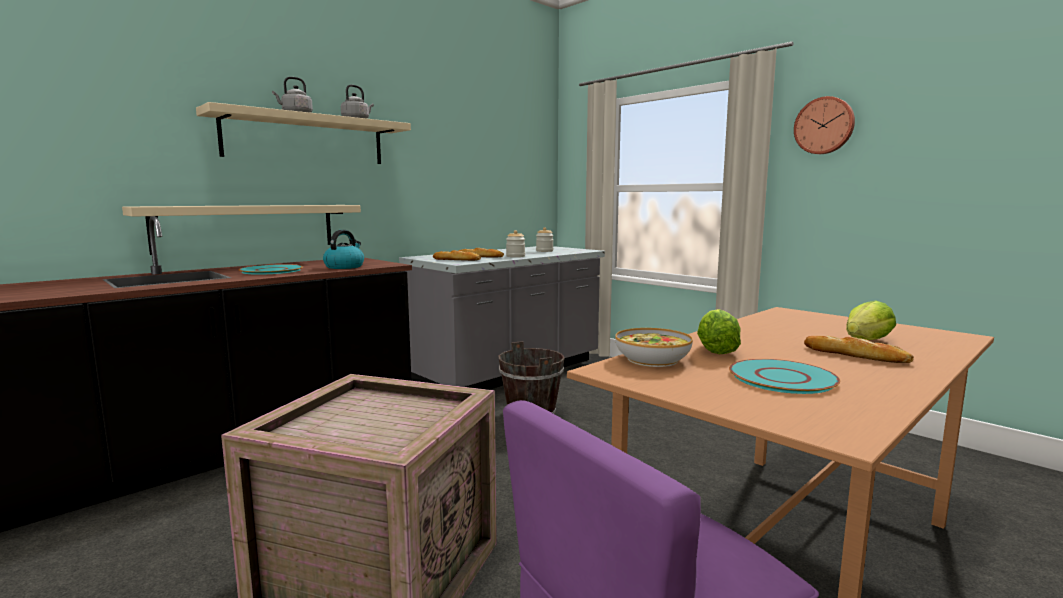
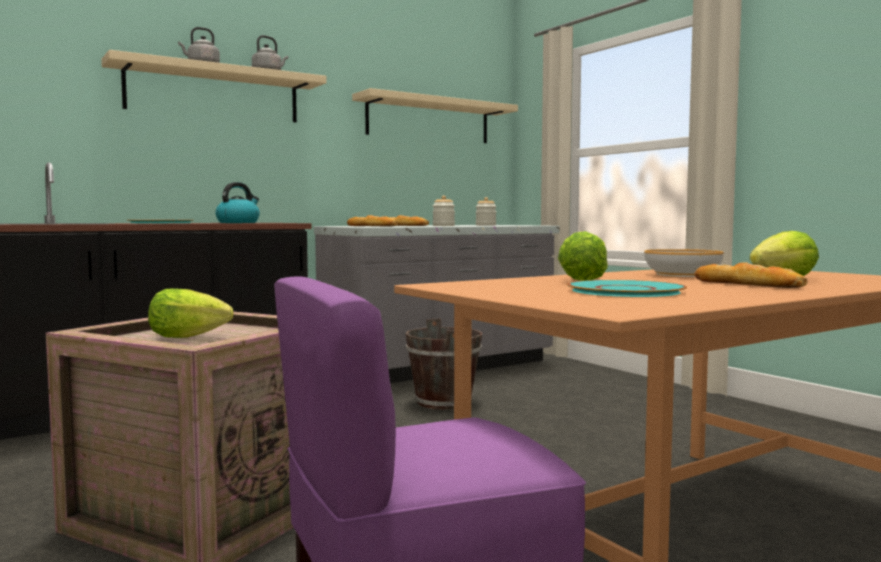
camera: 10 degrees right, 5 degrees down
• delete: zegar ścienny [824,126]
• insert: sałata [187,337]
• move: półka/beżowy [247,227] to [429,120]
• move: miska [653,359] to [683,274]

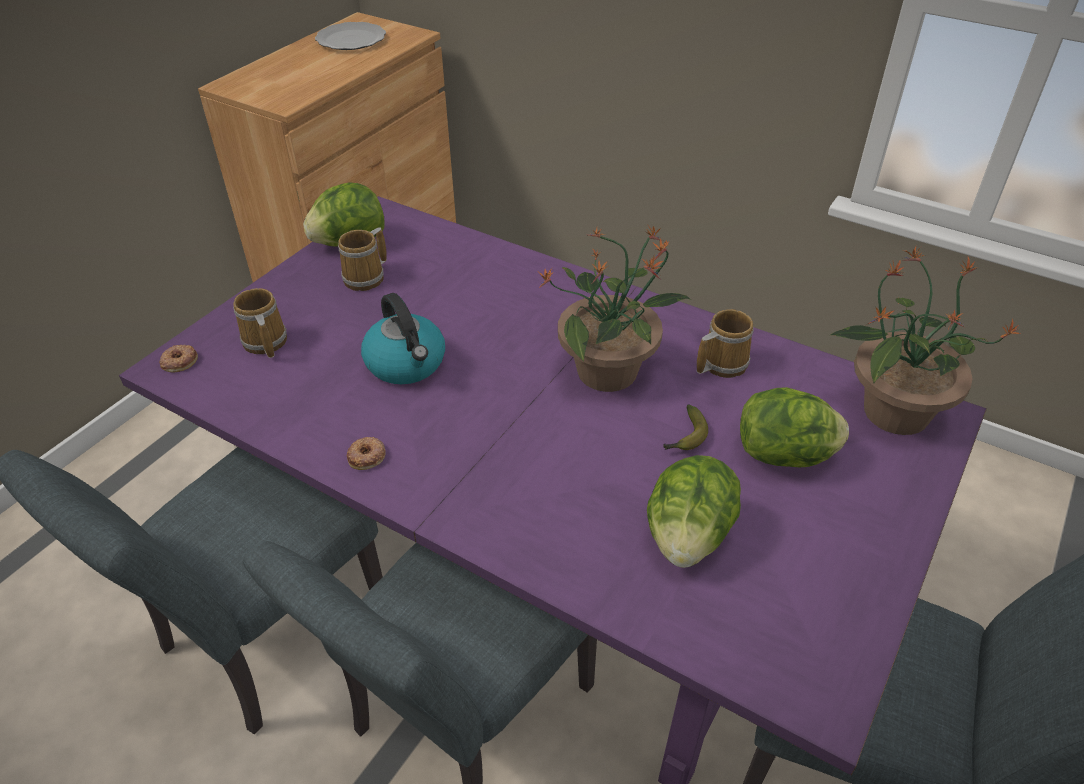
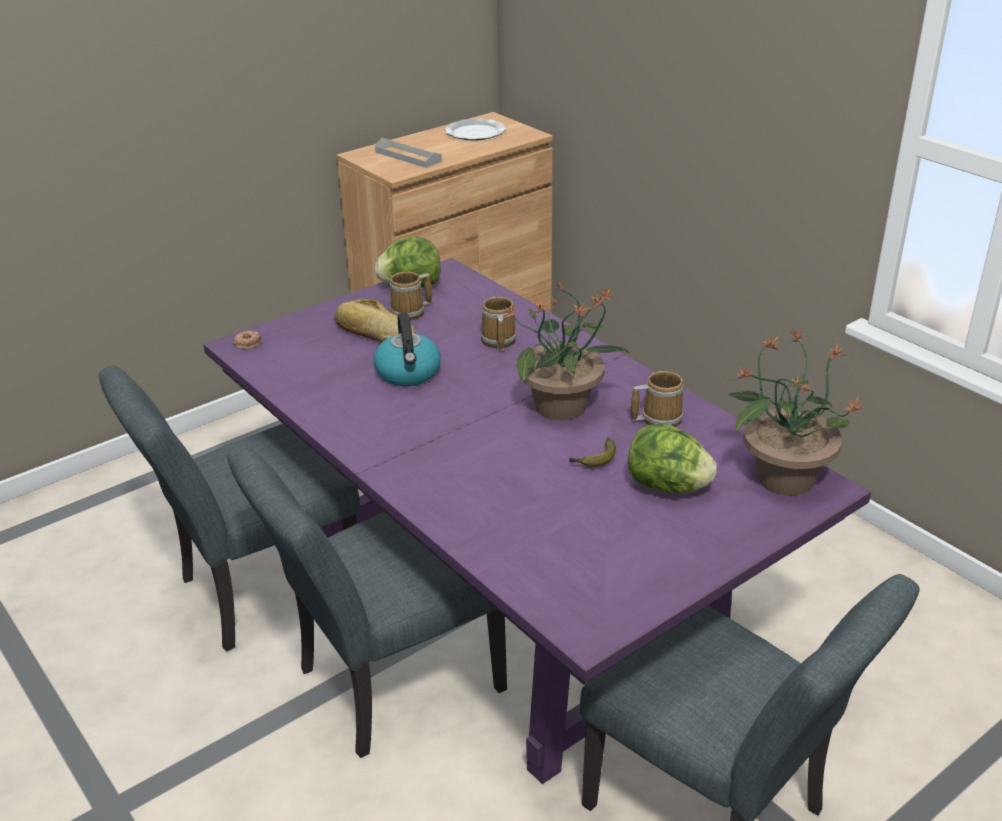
camera: 20 degrees right, 10 degrees down
• delete: donut [367,456]
• delete: sałata [688,537]
• insert: chleb [374,333]
• insert: taca/szary [408,157]
• move: kubek [264,343] to [497,341]

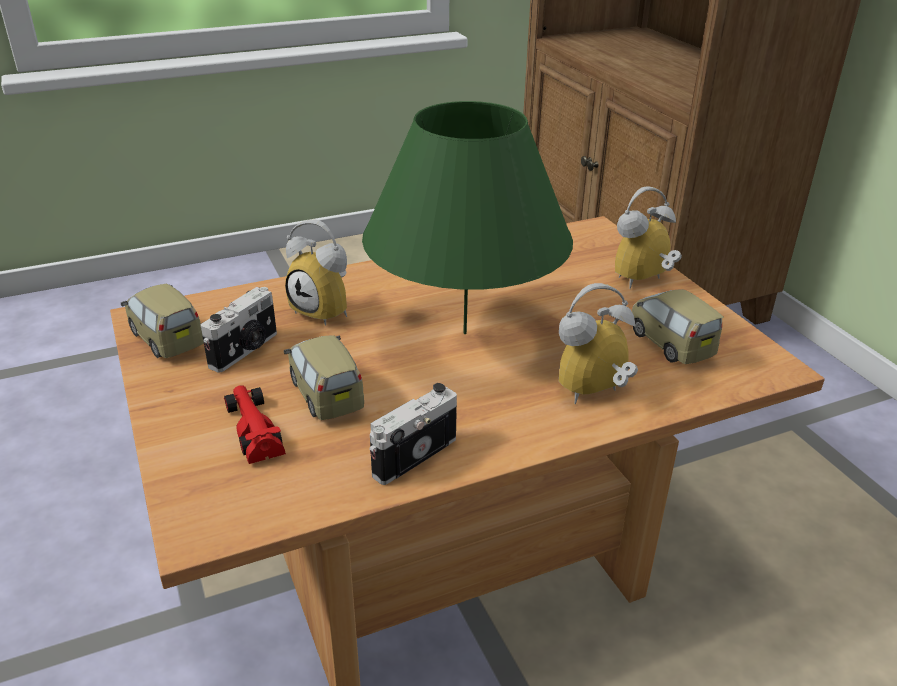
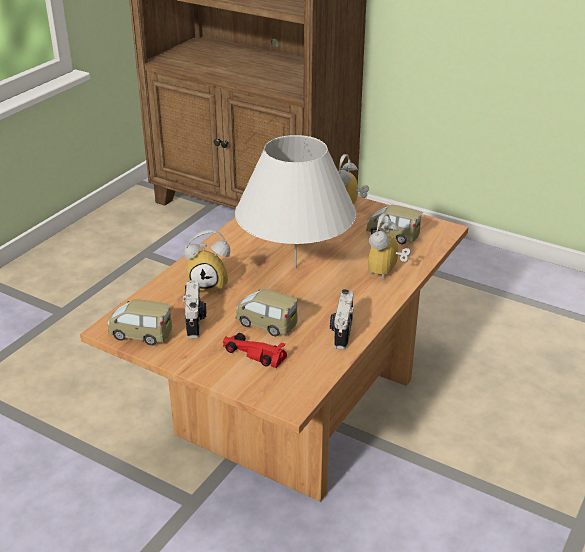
camera: 35 degrees left, 0 degrees up
• recolor: lampa stołowa/zielony [465,333] to lampa stołowa/biały [295,267]

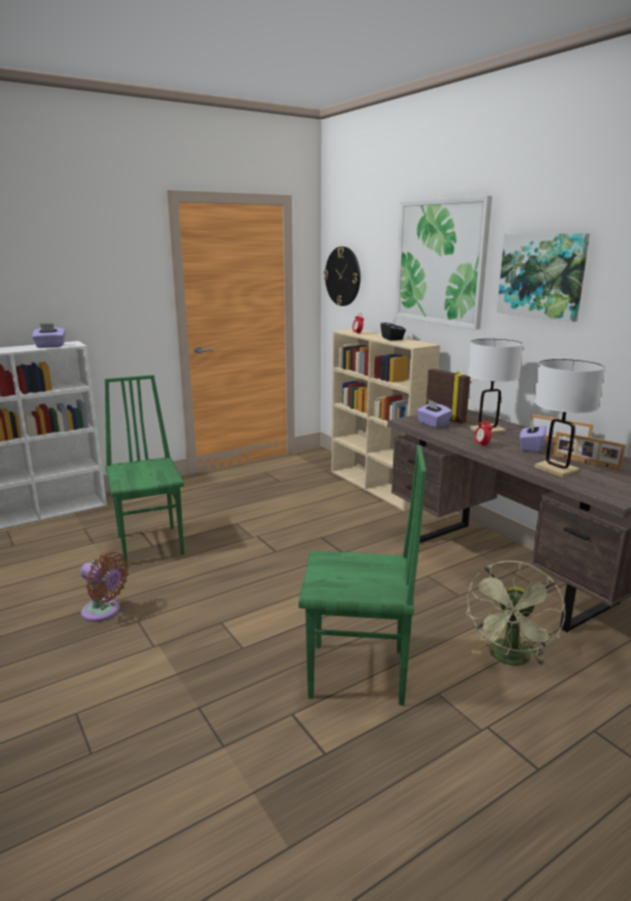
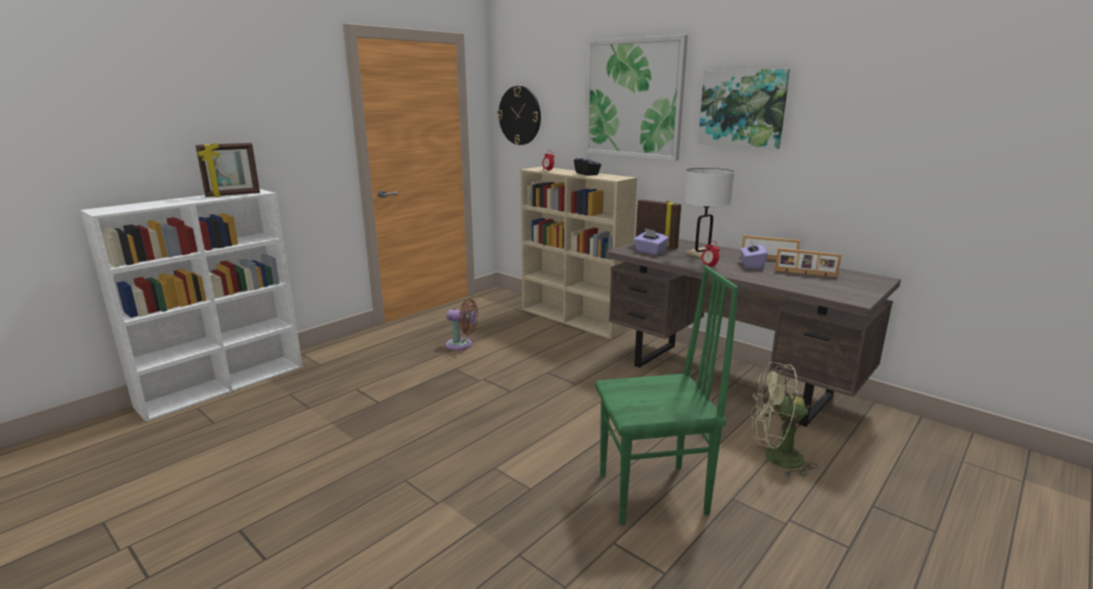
camera: 15 degrees left, 0 degrees up
• delete: krzesło/zielony [151,544]
• delete: lampa stołowa/biały [556,469]
• move: wentylator/brązowy [104,612] to [462,345]
• replace: pudełko chusteczek/fioletowy [50,346] to ramka na zdjęcie [233,195]
• rotate: wentylator/zielony [510,659] = [774,458] 90 degrees clockwise

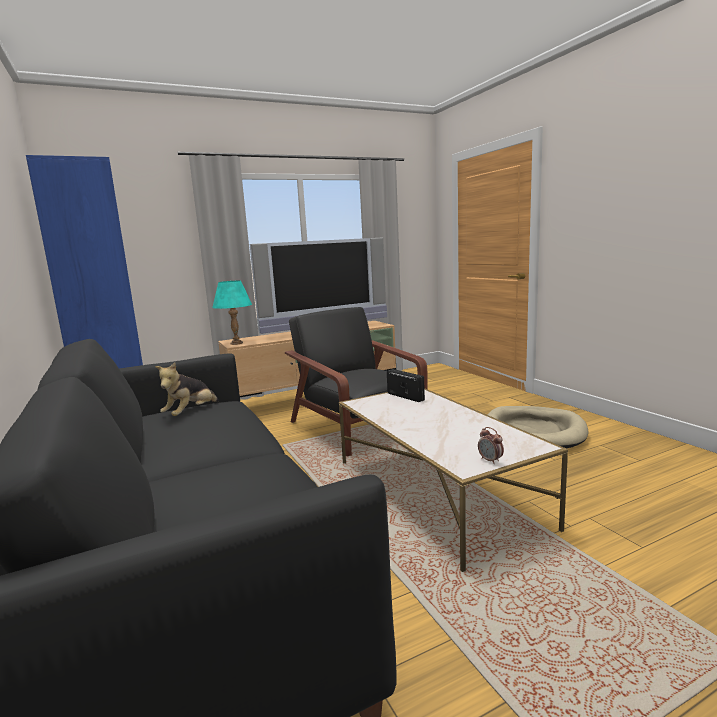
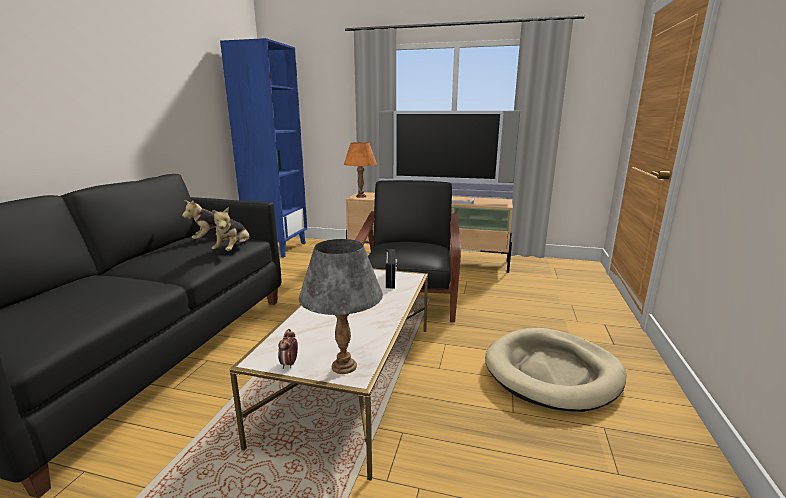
camera: 40 degrees right, 5 degrees up
• insert: pluszak [234,250]
• insert: lampa stołowa/szary [343,366]
• recolor: lampa stołowa/turkusowy [236,343] to lampa stołowa/pomarańczowy [361,196]

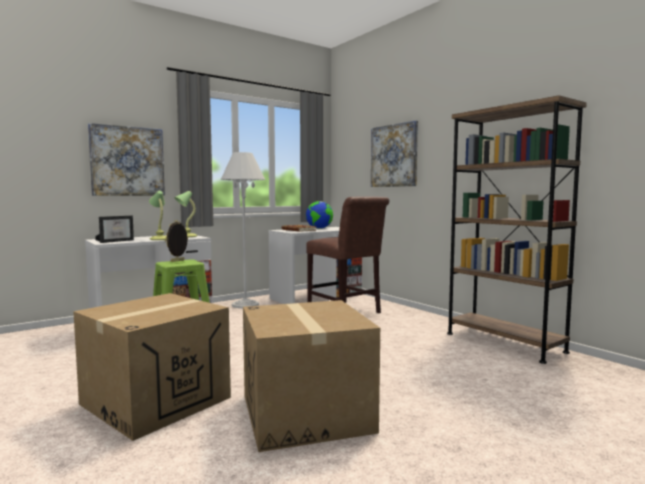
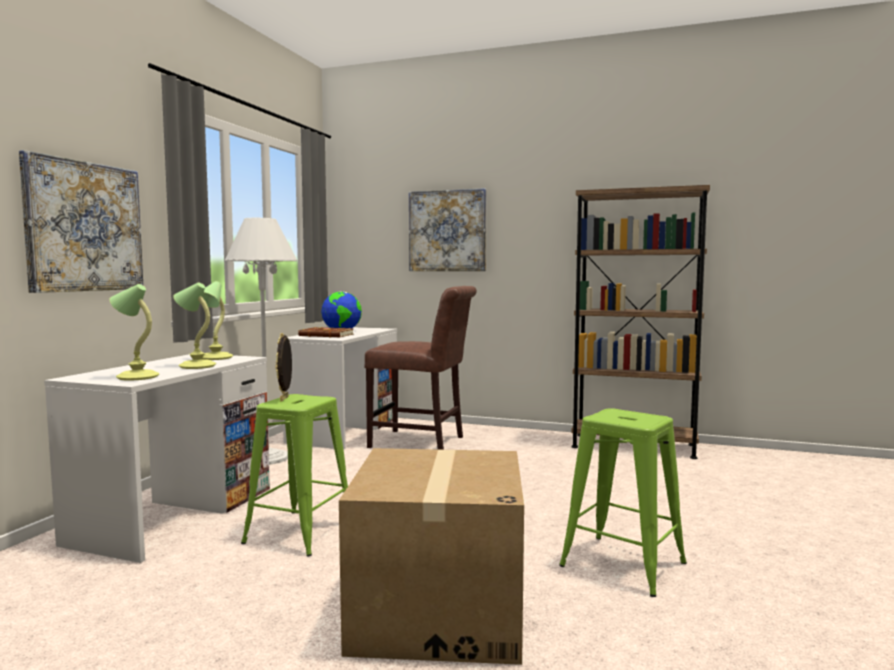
camera: 35 degrees left, 0 degrees up
• replace: ramka na zdjęcie [116,241] to lampa stołowa [136,377]
• replace: karton [306,413] to stołek/zielony [622,564]

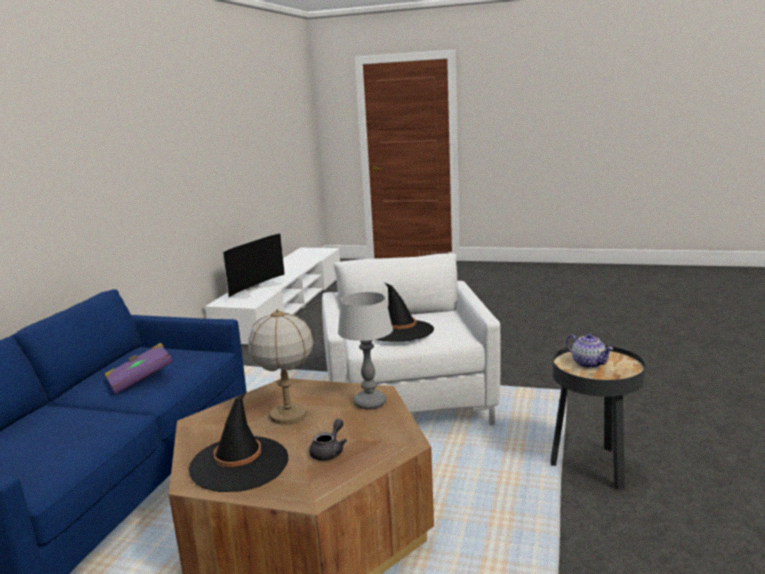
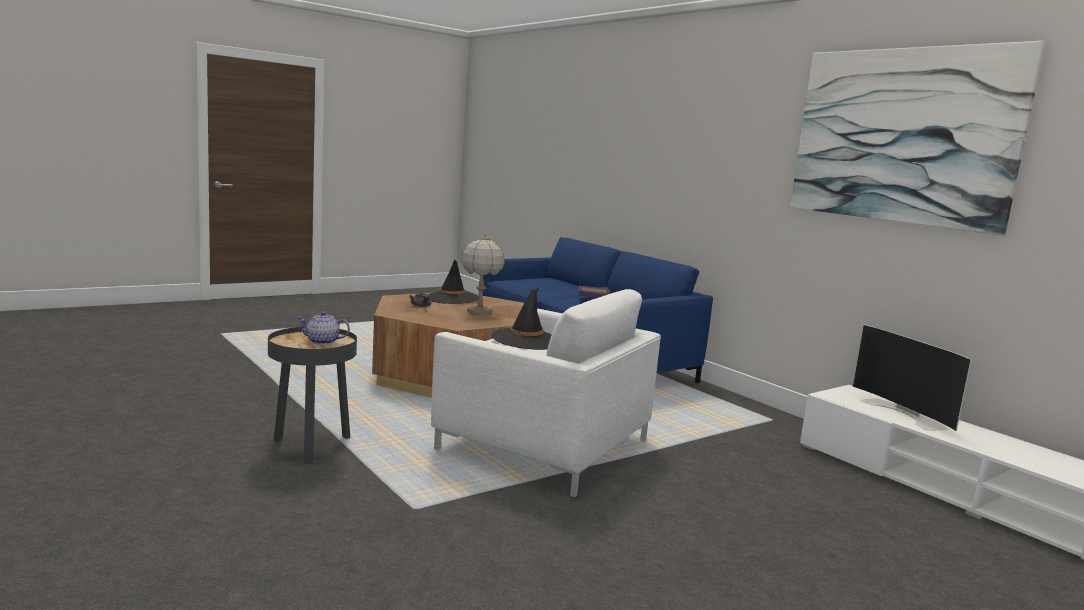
camera: 125 degrees right, 5 degrees down
• delete: lampa stołowa [370,403]
• insert: obraz [902,136]

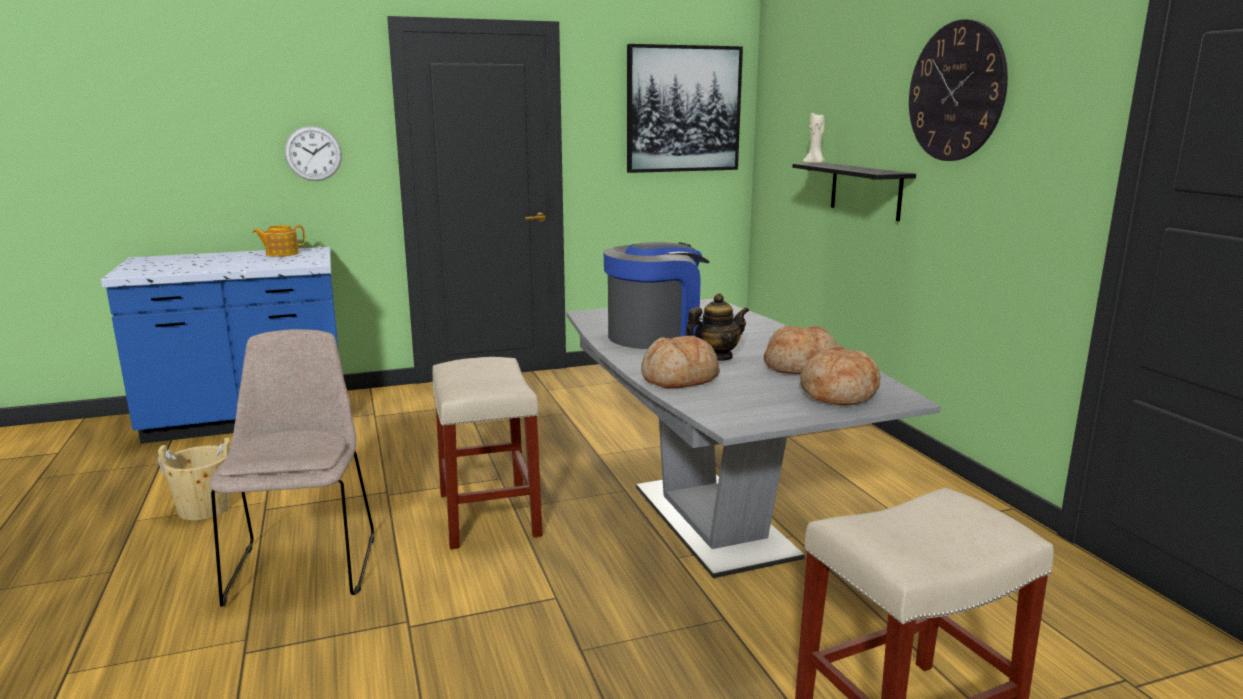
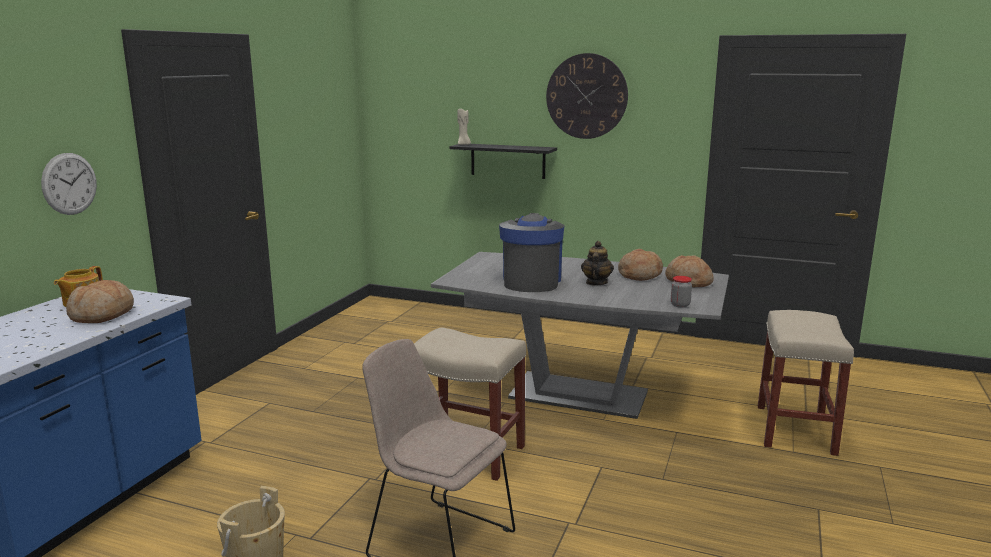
camera: 50 degrees left, 0 degrees up
• delete: obraz [683,109]
• insert: słoik [680,305]
• move: chleb [680,379] to [102,315]

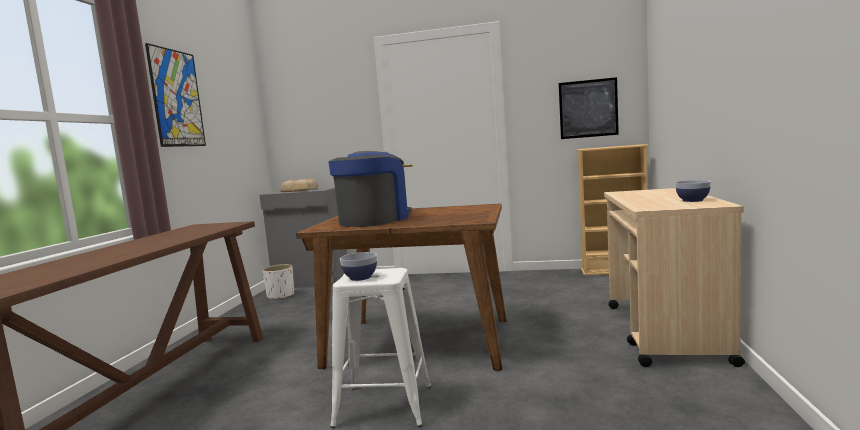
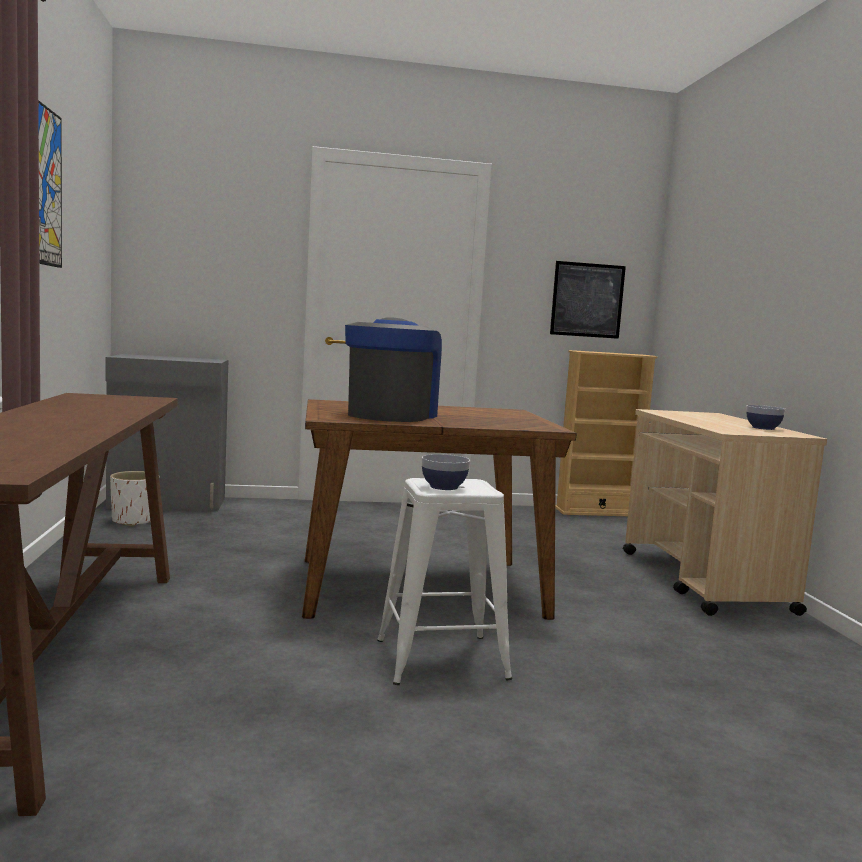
camera: 20 degrees left, 0 degrees up
• delete: chleb [299,190]

